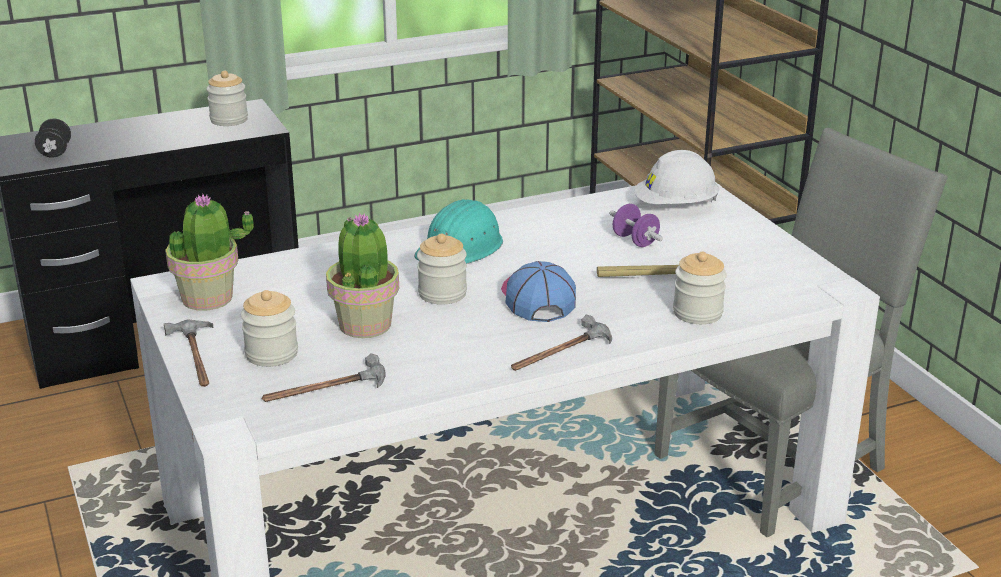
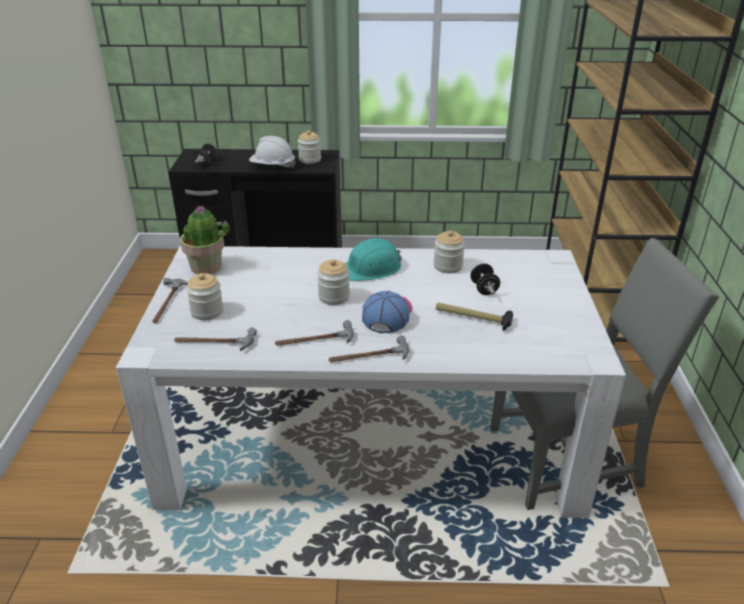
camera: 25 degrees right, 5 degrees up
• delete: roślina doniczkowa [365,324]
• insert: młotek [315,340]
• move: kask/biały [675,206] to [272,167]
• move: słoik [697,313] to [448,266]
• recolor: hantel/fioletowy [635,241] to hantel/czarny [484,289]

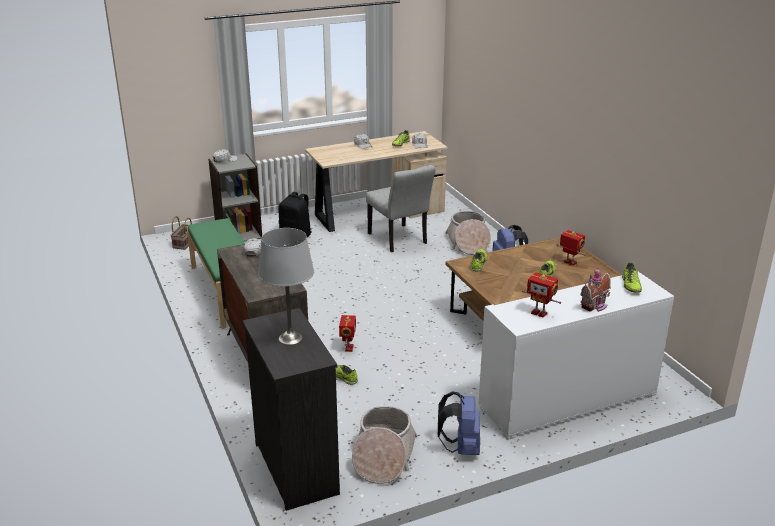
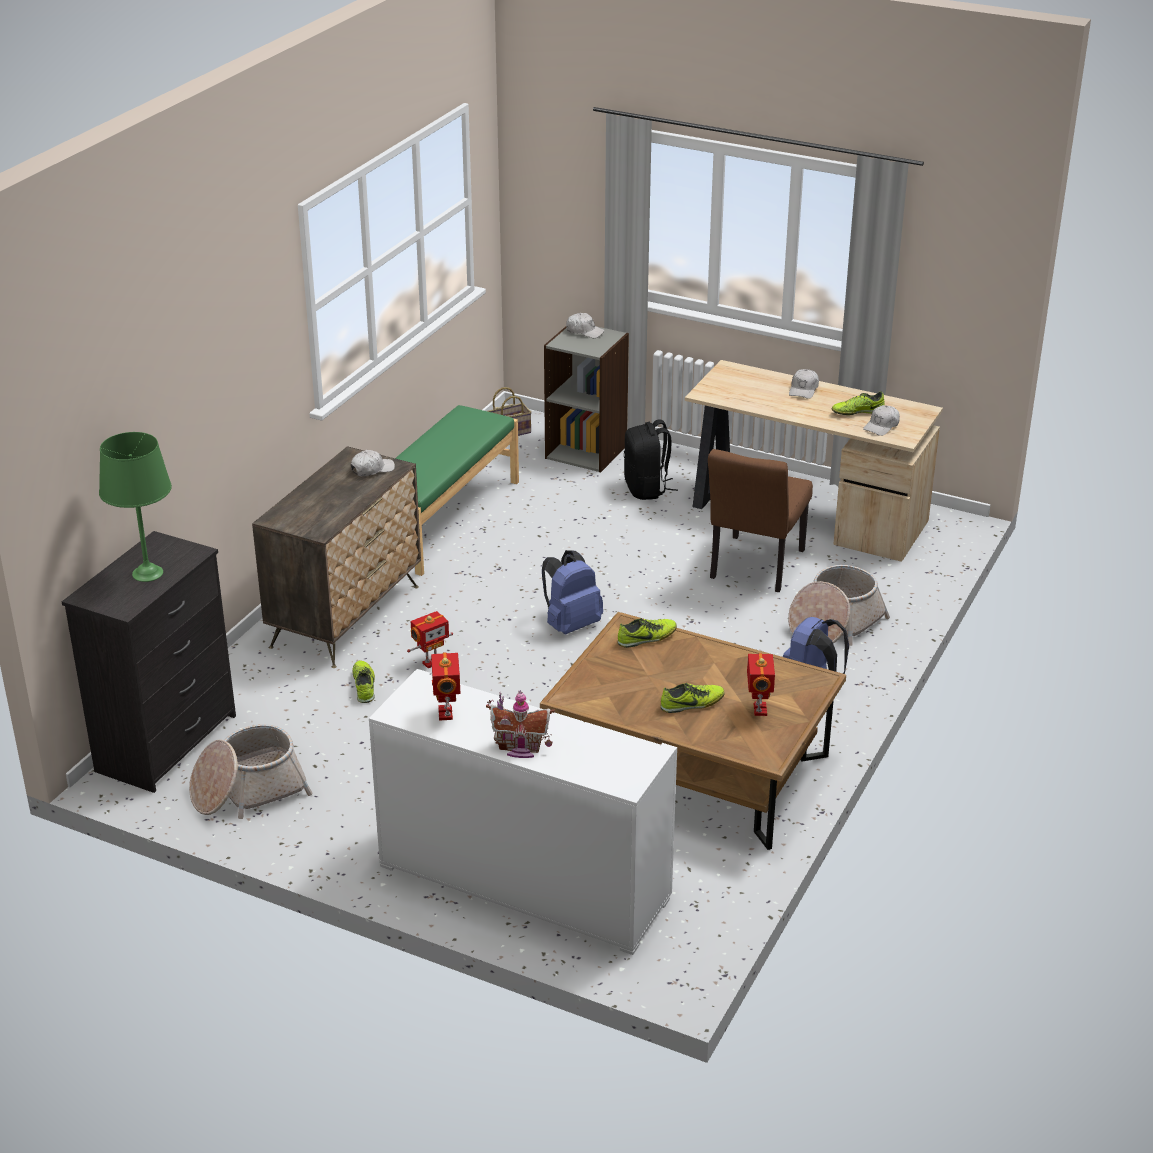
camera: 50 degrees right, 5 degrees up
• delete: but [630,285]
• move: plecak/niebieski [461,448] to [570,624]
• recolor: lampa stołowa/szary [290,338] to lampa stołowa/zielony [148,573]
• recolor: krzesło/szary [399,240] to krzesło/brązowy [753,568]

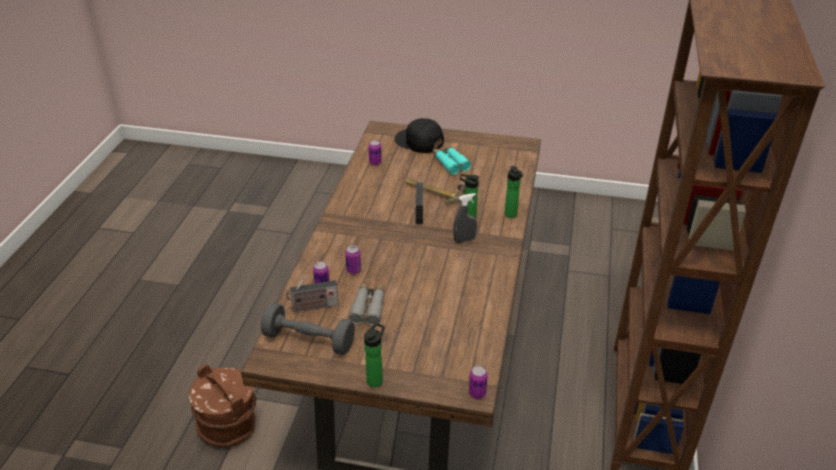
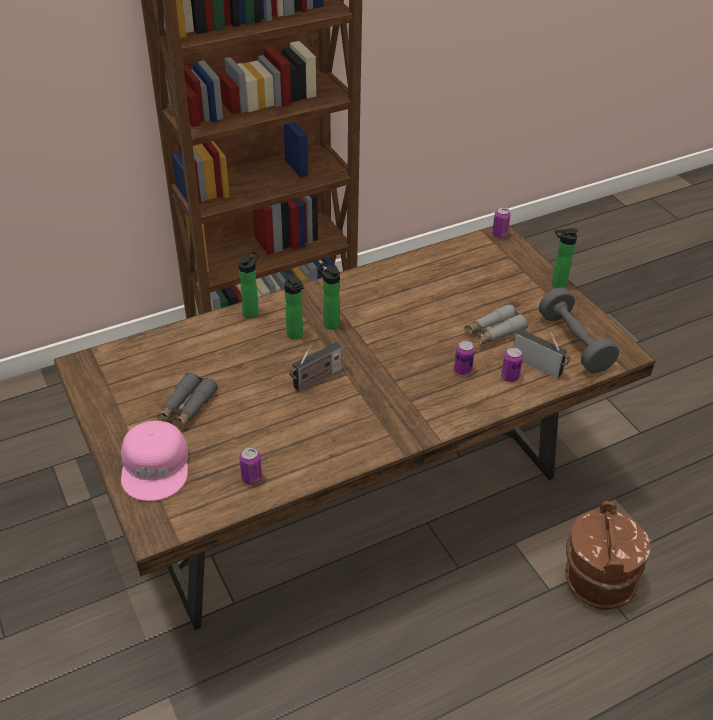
camera: 130 degrees left, 5 degrees up
• delete: młotek [434,191]
• replace: spryskiwacz/szary [464,240] to butelka [329,323]
• recolor: czapka z daszkiem/czarny [419,141] to czapka z daszkiem/różowy [156,466]
• recolor: lornetka/turkusowy [450,163] to lornetka/szary [187,407]

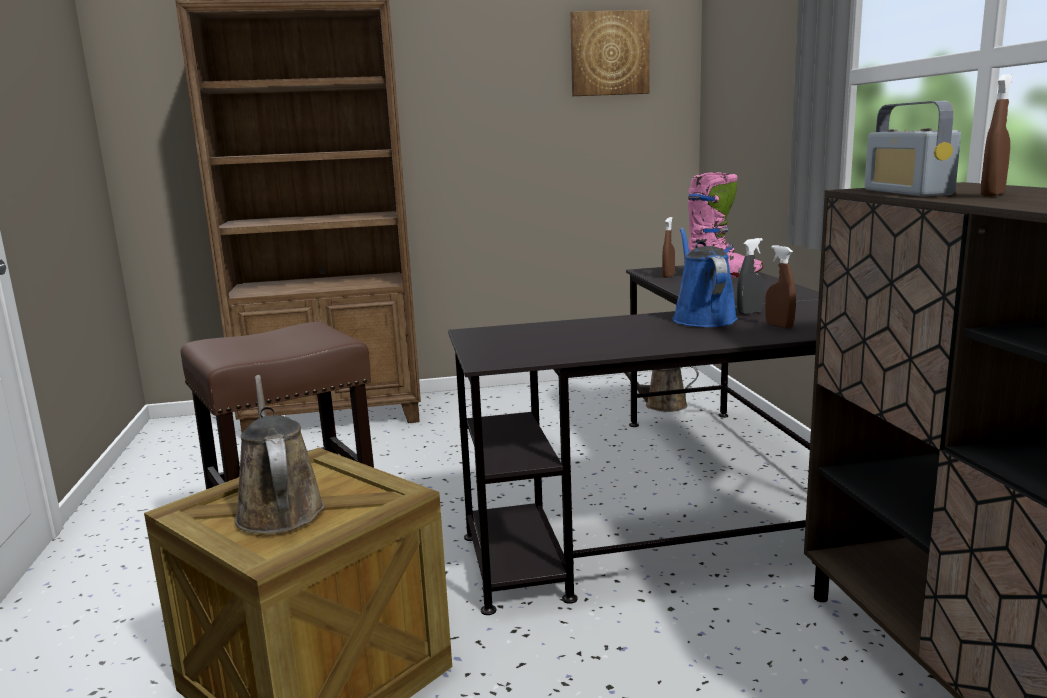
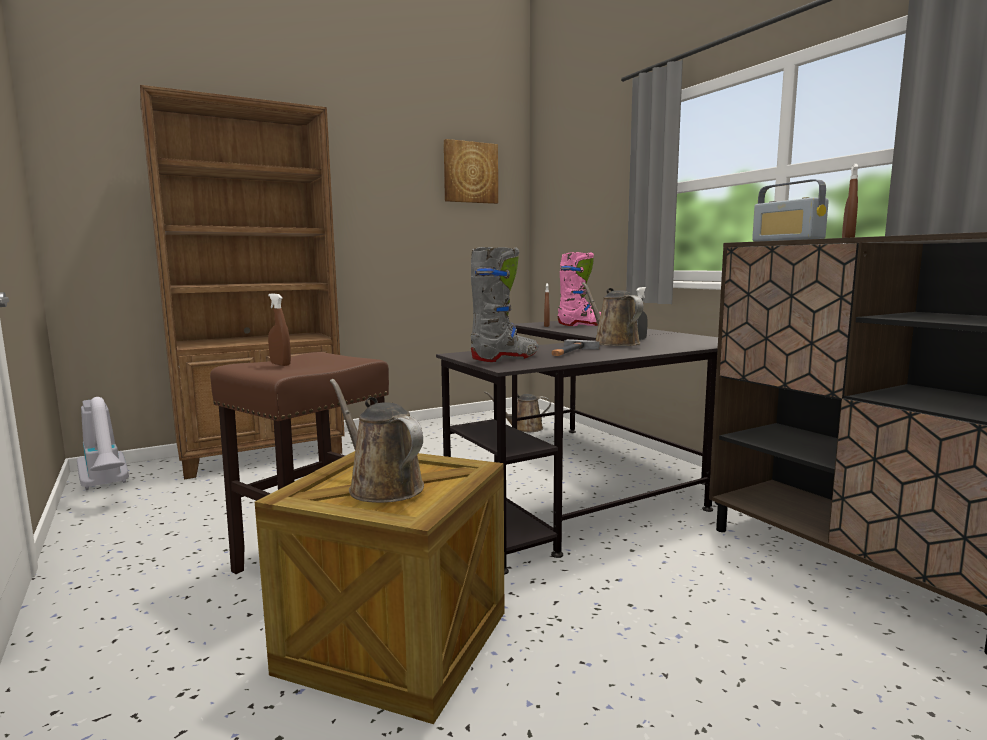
camera: 20 degrees left, 5 degrees down
• insert: odkurzacz [107,486]
• insert: but z cholewką/szary [506,358]
• insert: młotek [571,352]
• move: spryskiwacz/brązowy [779,326] to [280,364]
• recolor: konewka/niebieski [702,318] to konewka/brązowy [613,343]

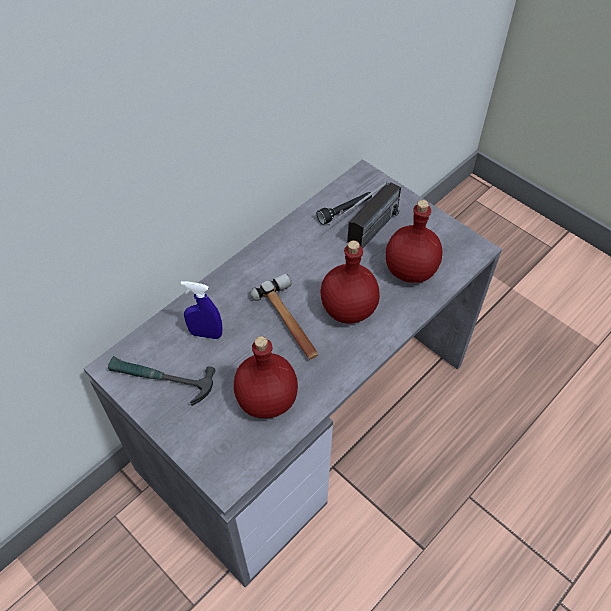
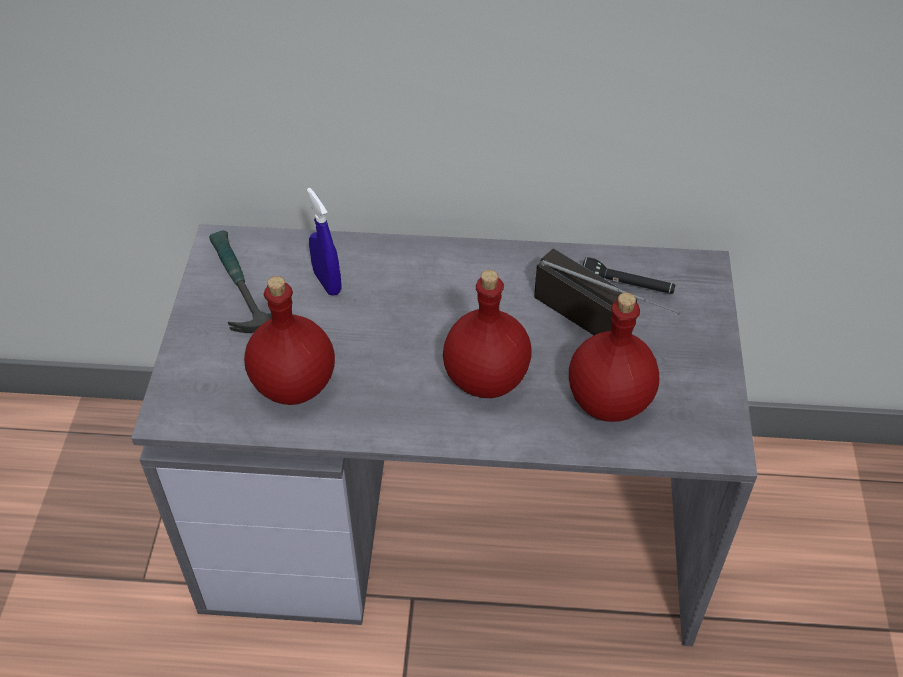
camera: 50 degrees right, 5 degrees down
• delete: młotek [290,322]
• rotate: radio [364,238] = [606,329] 135 degrees counterclockwise

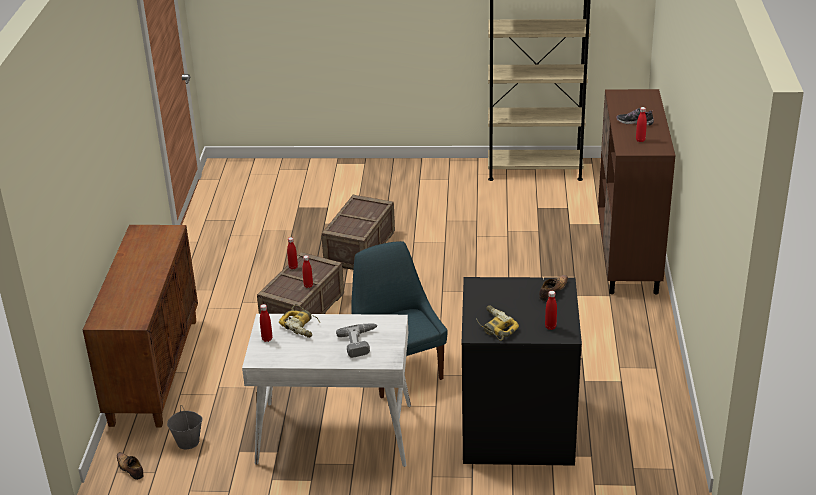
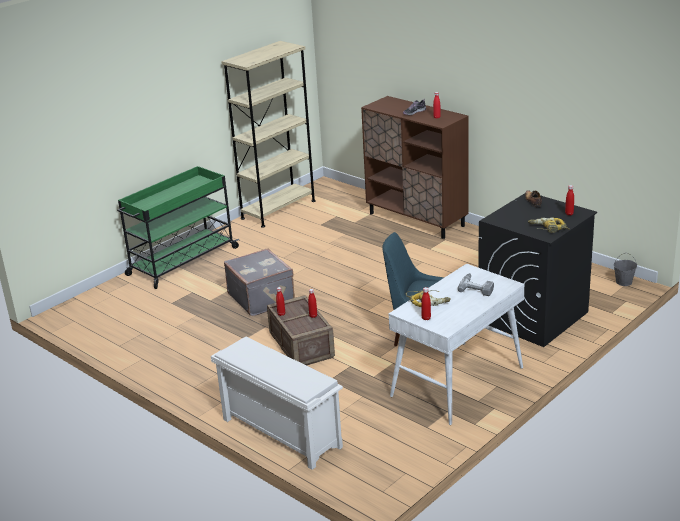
camera: 50 degrees left, 5 degrees down
• delete: but [130,469]
• insert: wózek/zielony [182,262]
• move: wiadro/szary [188,442] to [624,282]
• replace: szafka/brązowy [154,370] to regał na buty/biały [280,433]
• replace: skrzynka [359,248] to walizka/szary [262,298]

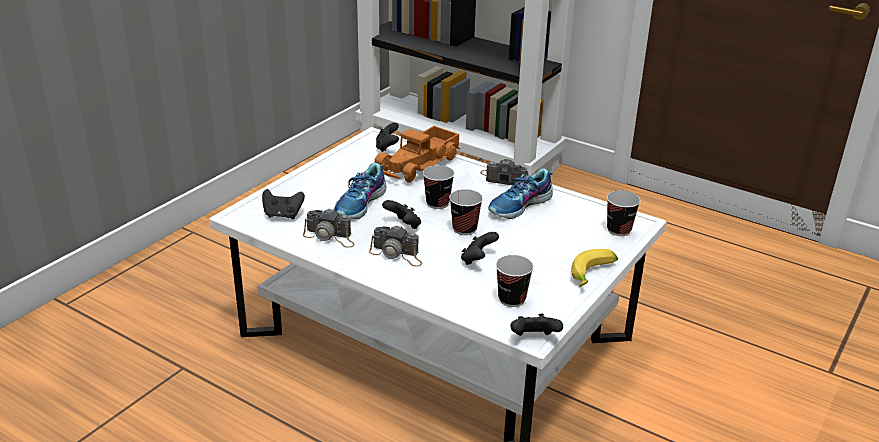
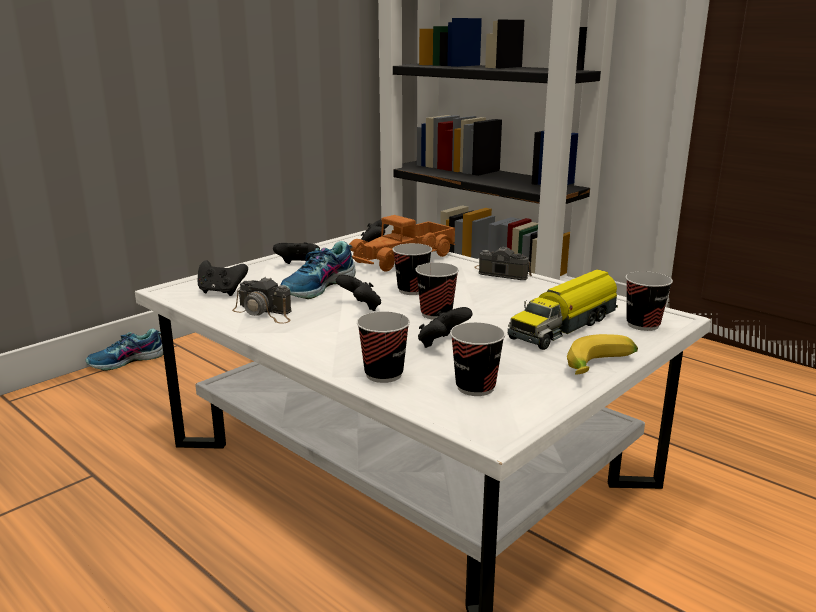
camera: 10 degrees right, 10 degrees down
• delete: aparat fotograficzny [397,254]
• insert: filiżanka [384,374]
• insert: ciężarówka zabawkowa [565,326]
• move: but [520,206] to [127,361]
• move: pad do gier/czarny [534,339] to [299,266]

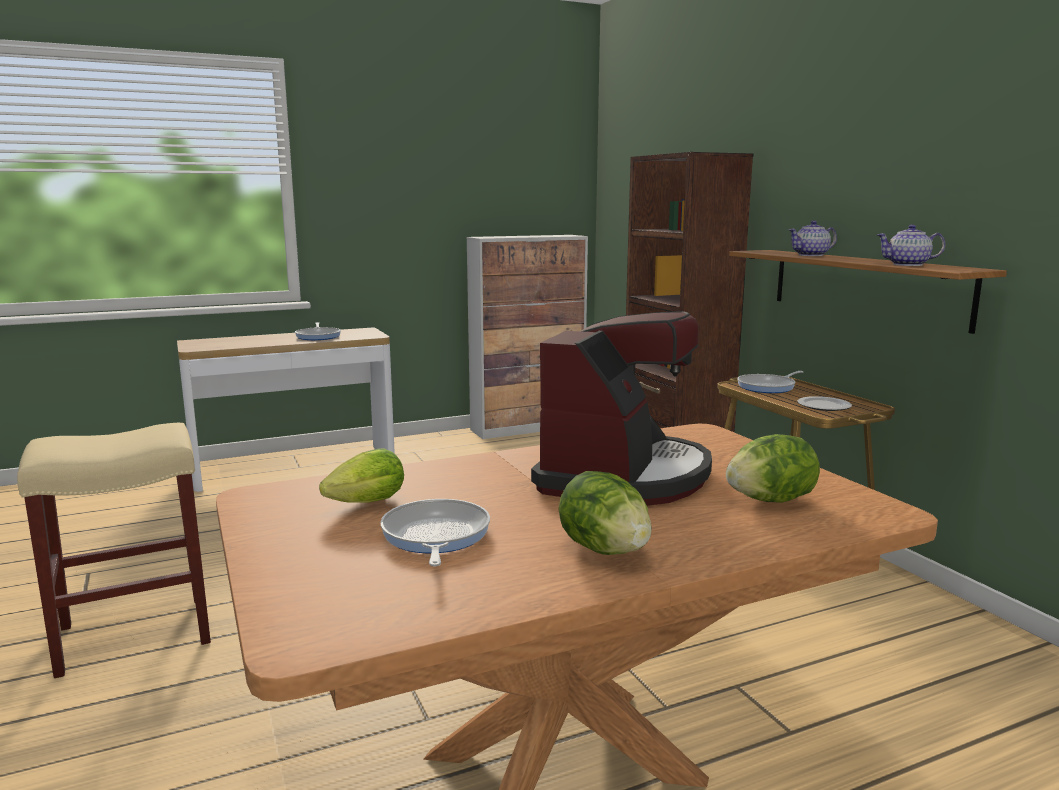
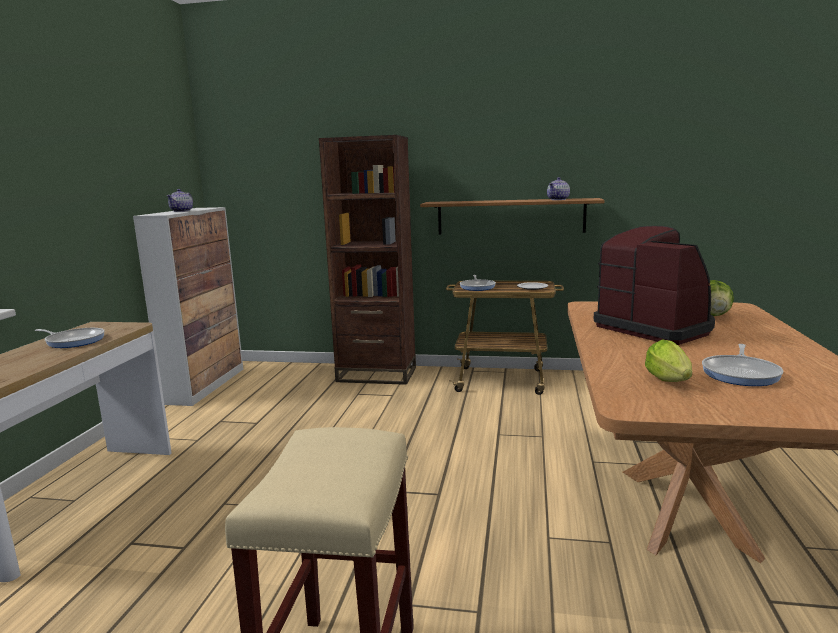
camera: 55 degrees left, 0 degrees up
• delete: sałata [605,550]
• move: imbryk [811,255] to [182,211]
• rotate: patelnia [435,536] = [741,374] 90 degrees counterclockwise

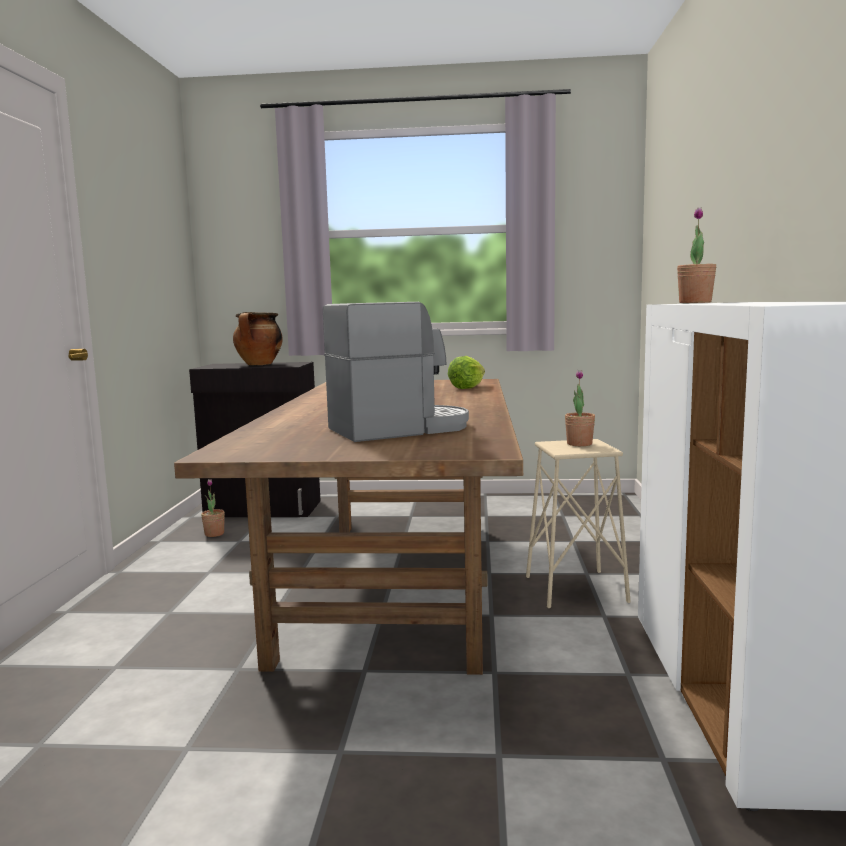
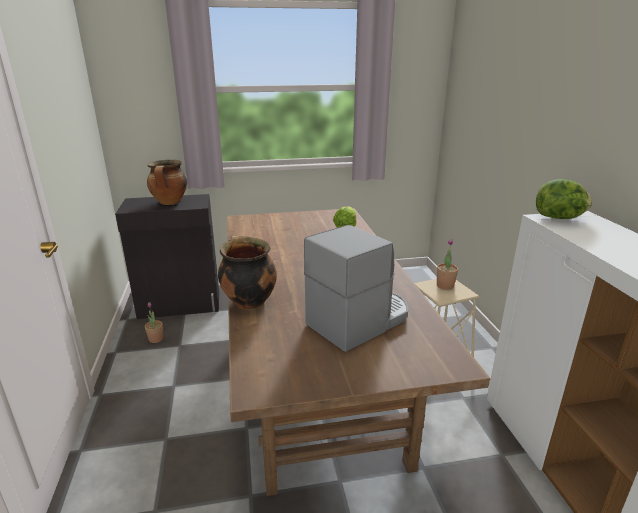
camera: 15 degrees left, 15 degrees up
• insert: garnek [248,301]
• replace: roślina doniczkowa [695,302] to sałata [559,218]

